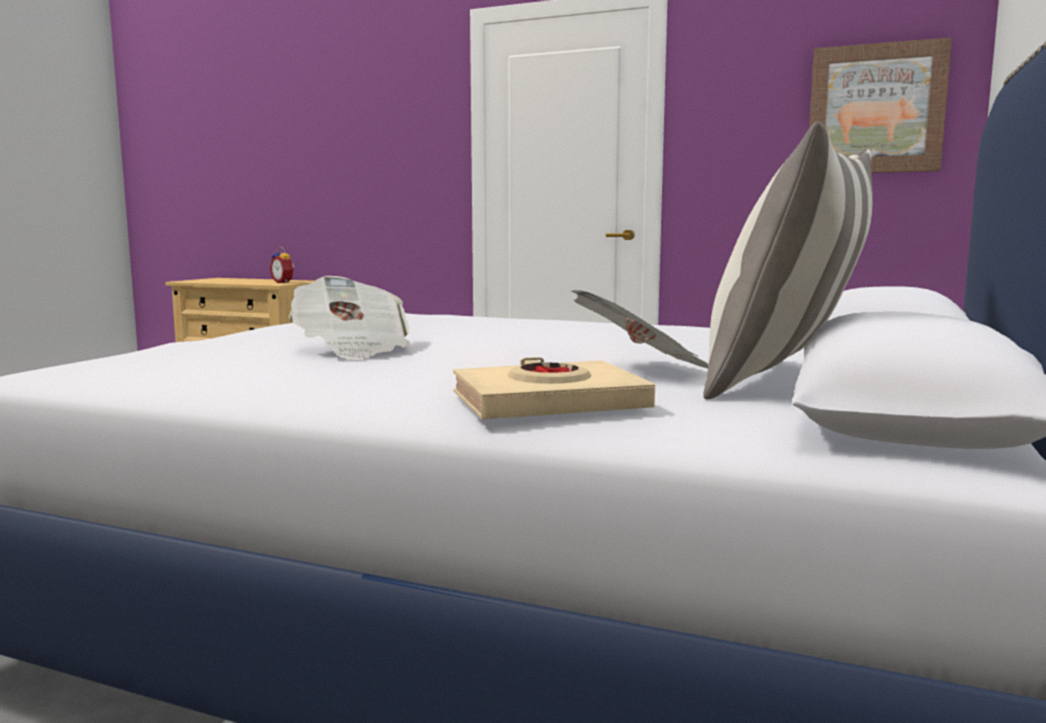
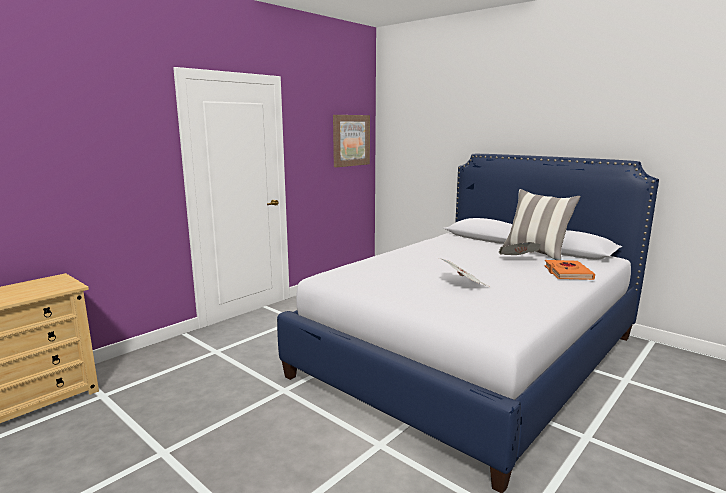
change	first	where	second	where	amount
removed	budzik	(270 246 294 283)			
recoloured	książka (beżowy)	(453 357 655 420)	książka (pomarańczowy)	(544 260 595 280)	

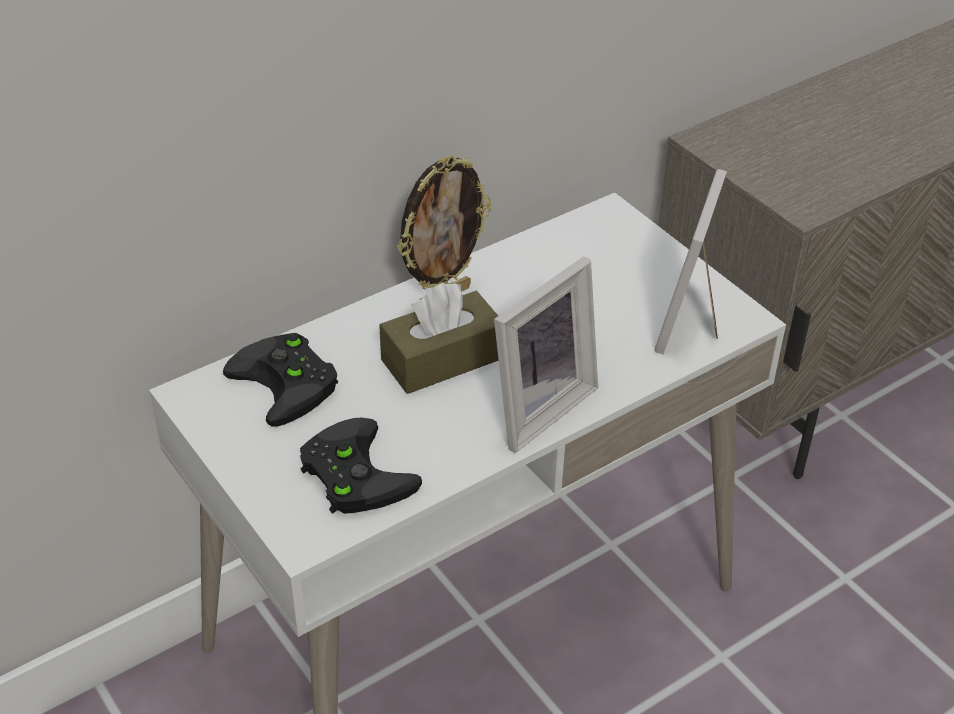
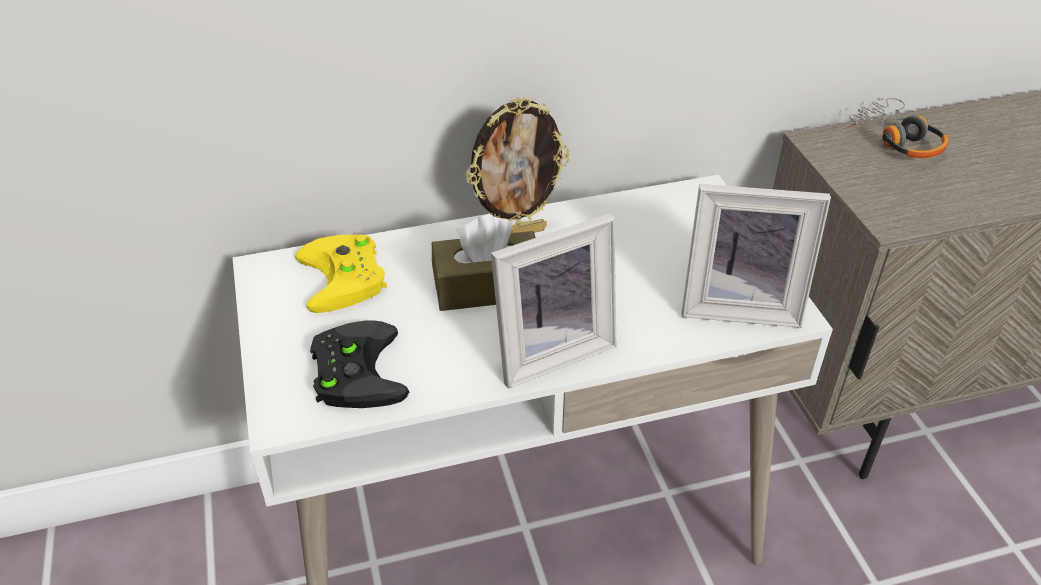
change	first	where	second	where	amount
added			słuchawki	(848 98 948 158)	
recoloured	pad do gier (czarny)	(223 333 338 427)	pad do gier (żółty)	(295 235 387 313)	
turned	ramka na zdjęcie	(655 169 727 355)		(681 184 831 328)	120 degrees counterclockwise

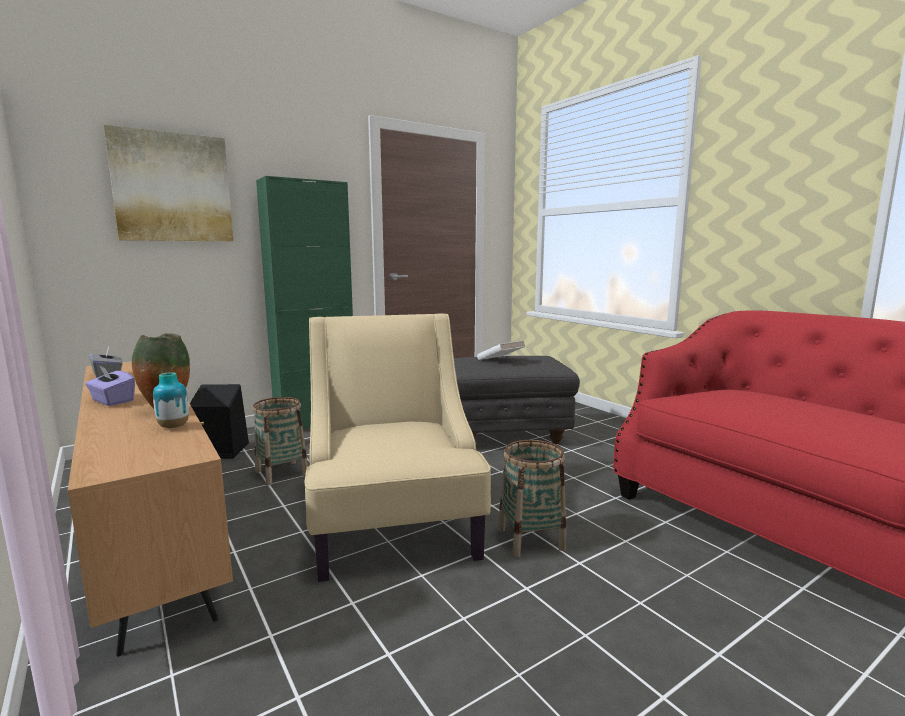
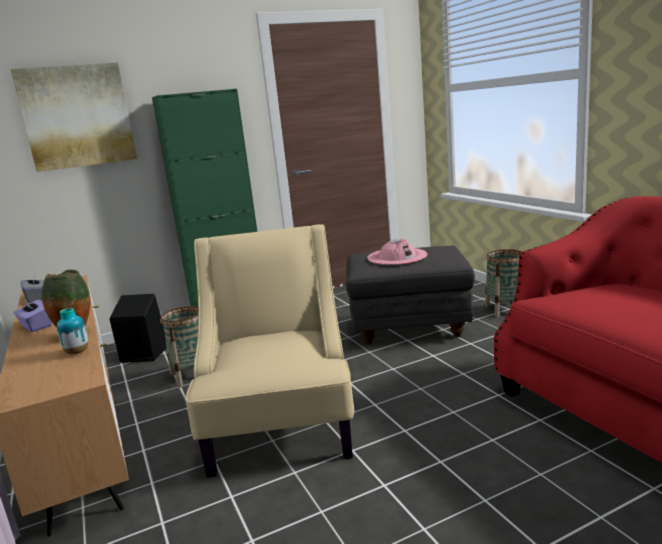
change	first	where	second	where	amount
moved	koszyk	(498 440 566 557)		(485 249 521 317)	
replaced	książka (biały)	(477 341 526 360)	kapelusz (różowy)	(367 239 427 265)	

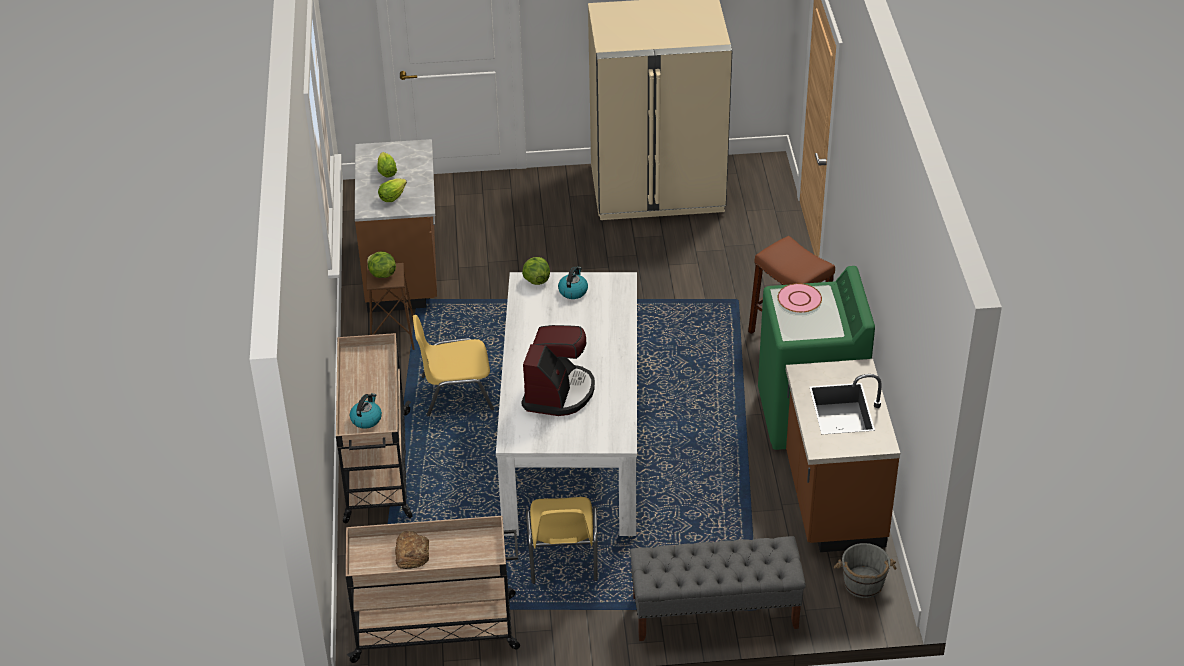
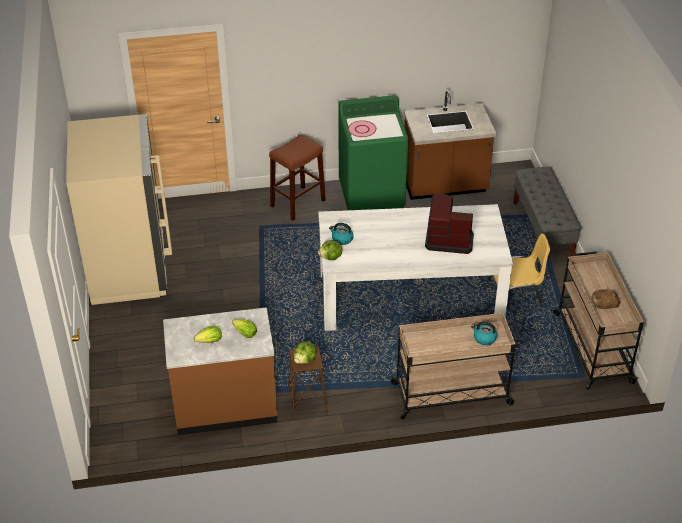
change	first	where	second	where	amount
removed	krzesło (żółty)	(413 315 494 416)			
removed	wiadro (szary)	(834 543 897 598)			

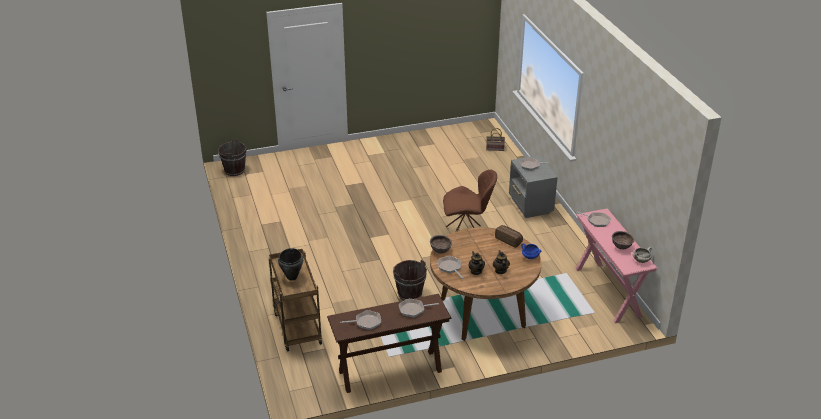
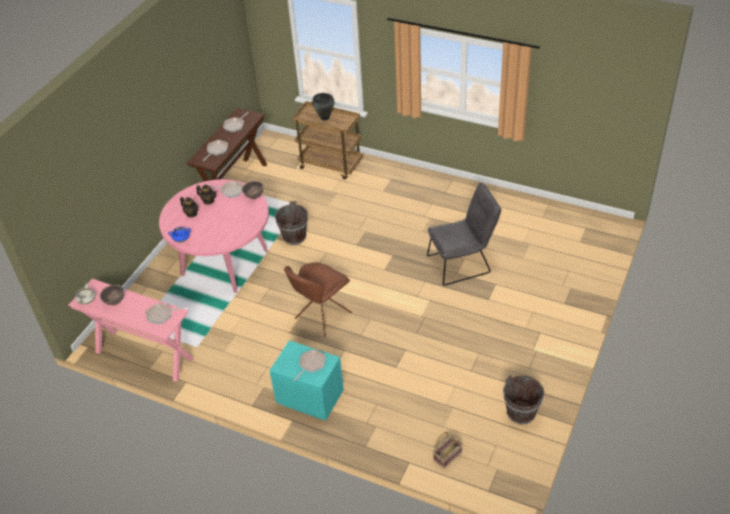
change	first	where	second	where	amount
removed	chleb	(495 225 523 248)			
added			krzesło (szary)	(427 183 501 286)	
moved	wiadro (brązowy)	(218 139 247 176)		(503 375 545 425)	
recoloured	stół jadalny (brązowy)	(430 227 541 341)	stół jadalny (różowy)	(159 179 269 293)	
recoloured	szafka nocna (szary)	(509 155 558 218)	szafka nocna (turkusowy)	(269 340 344 420)	

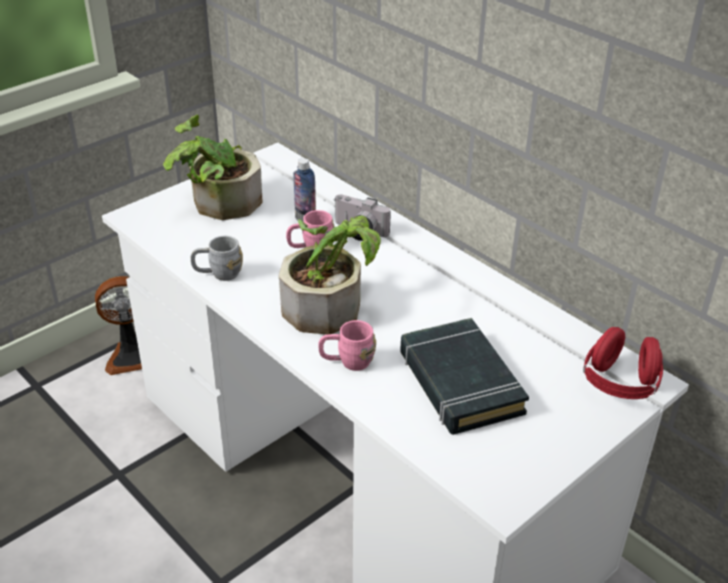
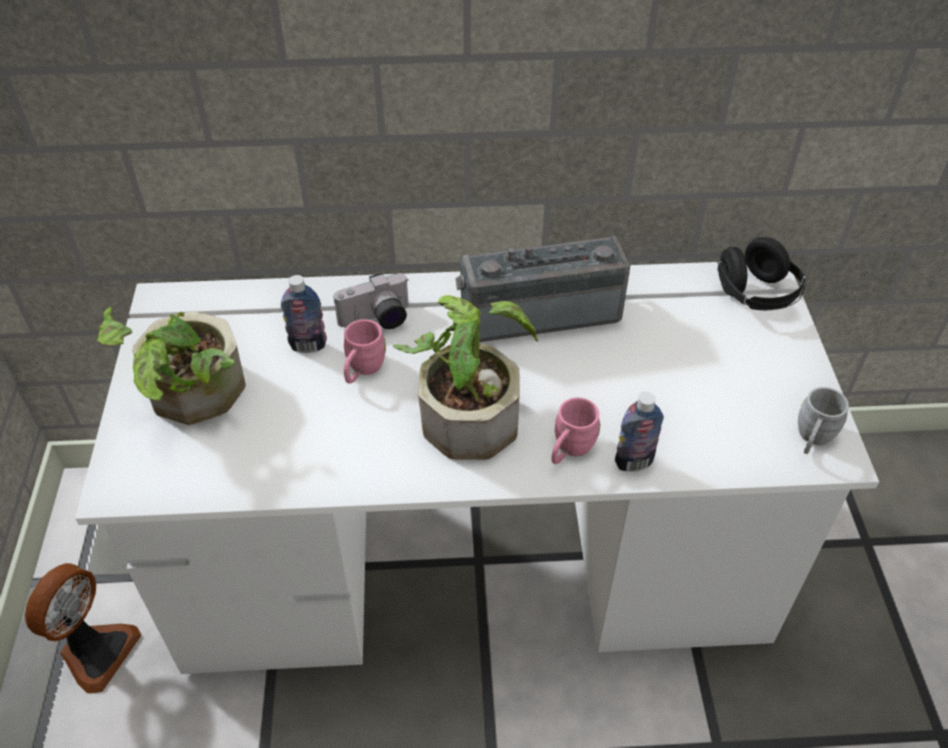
change	first	where	second	where	amount
removed	książka (czarny)	(400 318 529 435)			
added			radio	(455 236 630 342)	
added			butelka	(615 392 664 472)	
moved	kubek (szary)	(191 236 243 281)		(798 387 849 454)	
recoloured	słuchawki (czerwony)	(583 327 663 399)	słuchawki (czarny)	(717 237 806 310)	

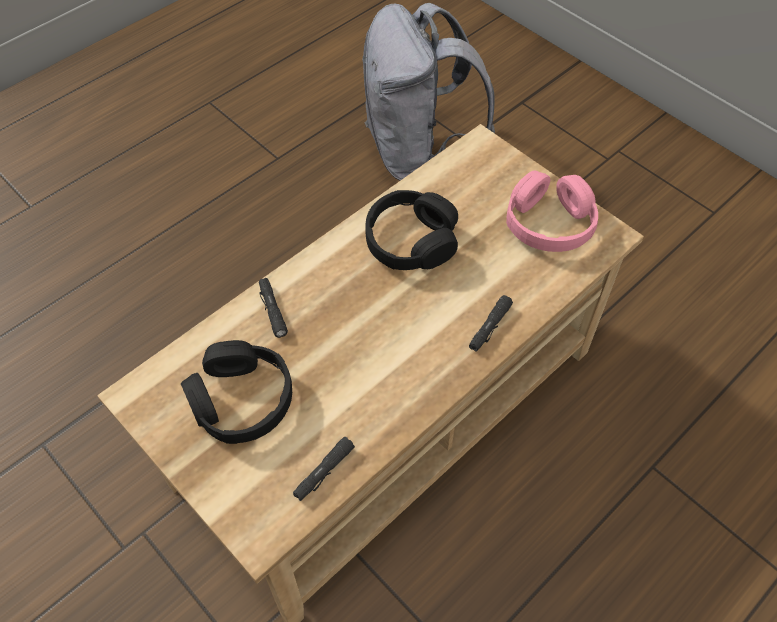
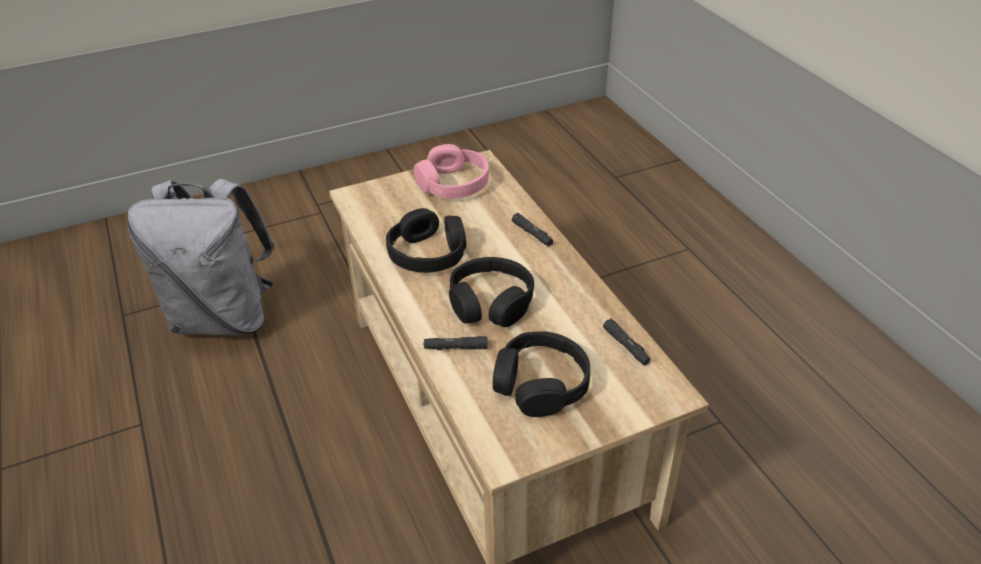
change	first	where	second	where	amount
added			słuchawki (czarny)	(449 257 534 327)	

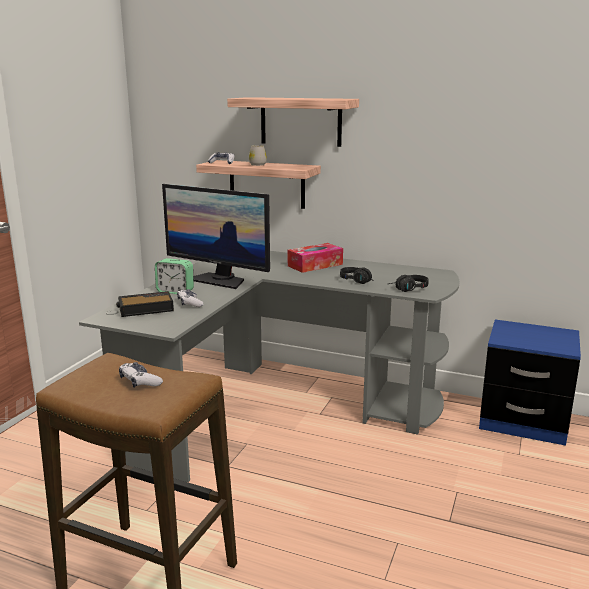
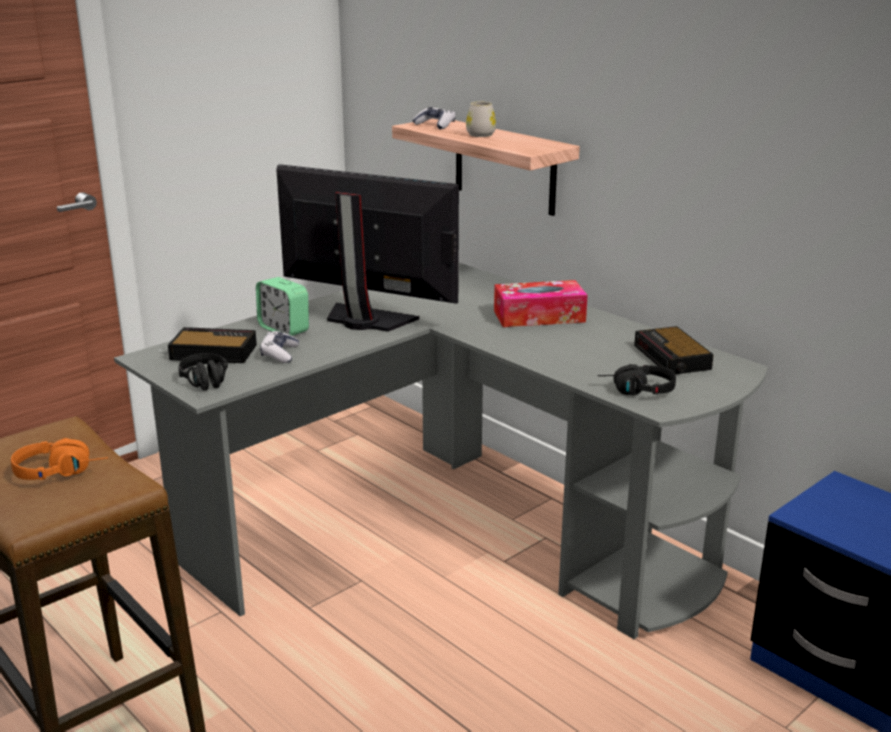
change	first	where	second	where	amount
removed	półka	(227 97 359 147)			
added			budzik	(634 326 714 374)	
moved	słuchawki (czarny)	(340 267 374 284)		(178 353 228 391)	
replaced	pad do gier	(119 362 163 388)	słuchawki (pomarańczowy)	(11 438 108 480)	
turned	monitor	(162 184 270 289)		(276 164 459 332)	150 degrees clockwise

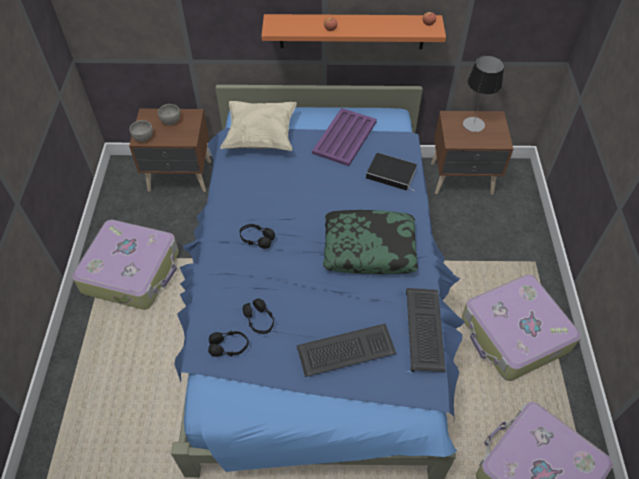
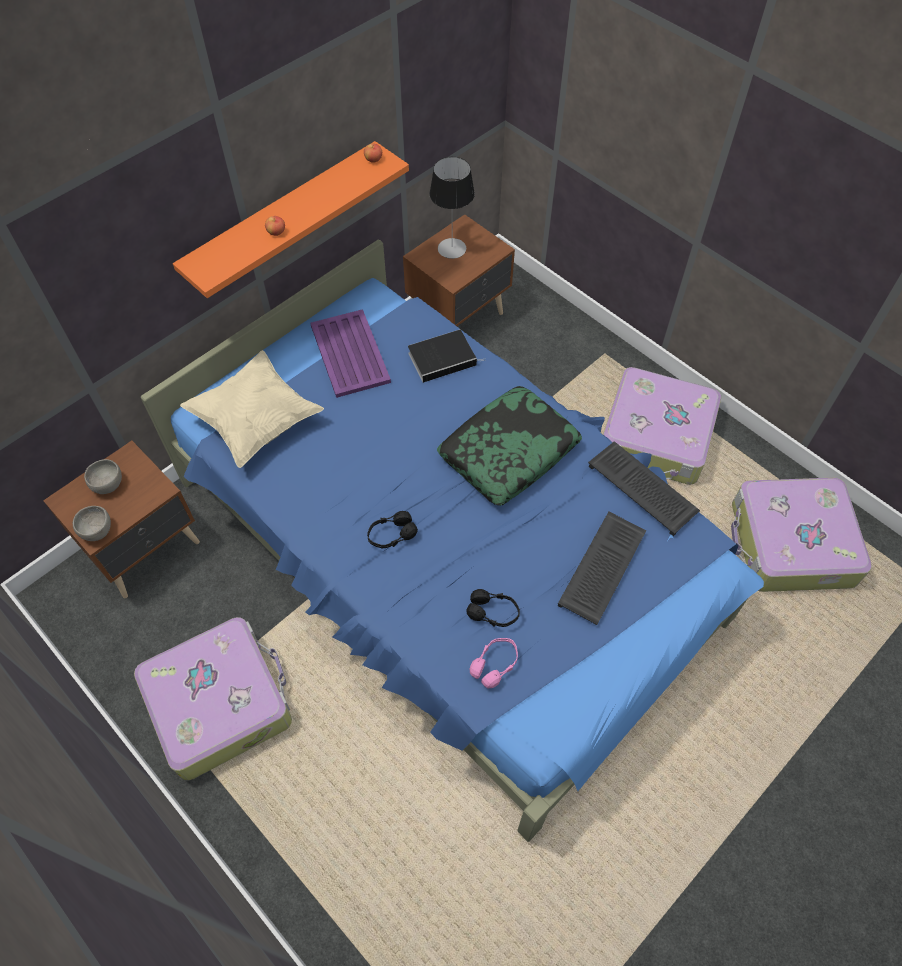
change	first	where	second	where	amount
recoloured	słuchawki (czarny)	(208 330 249 357)	słuchawki (różowy)	(469 638 518 689)	

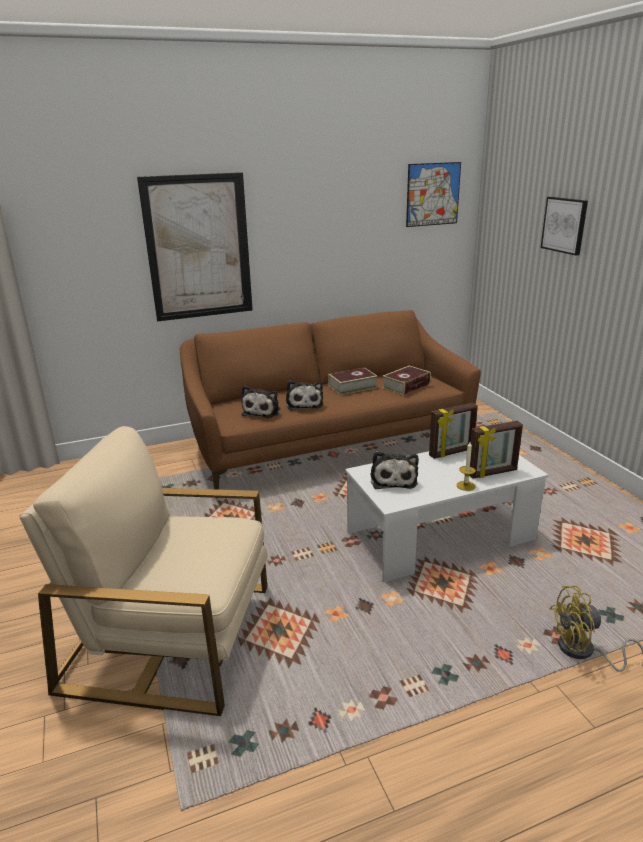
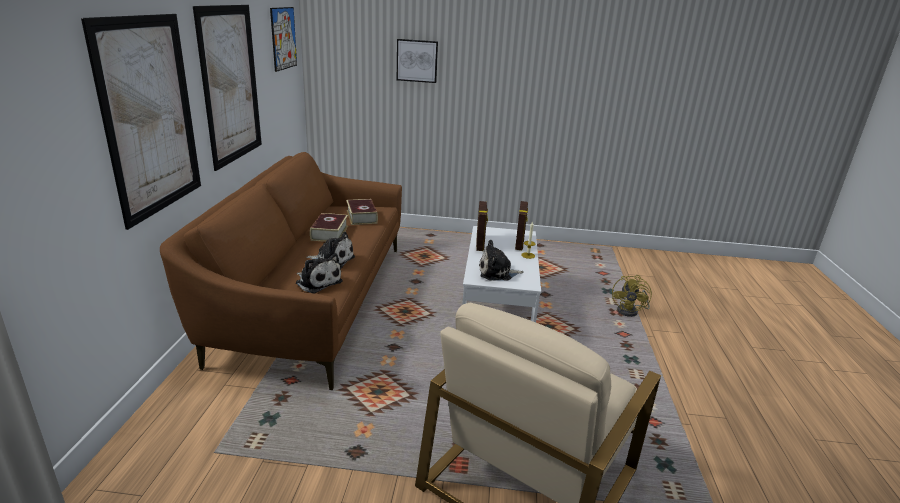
change	first	where	second	where	amount
added			obraz	(193 5 262 171)	
turned	pluszak	(371 451 419 489)		(479 240 524 281)	150 degrees clockwise

